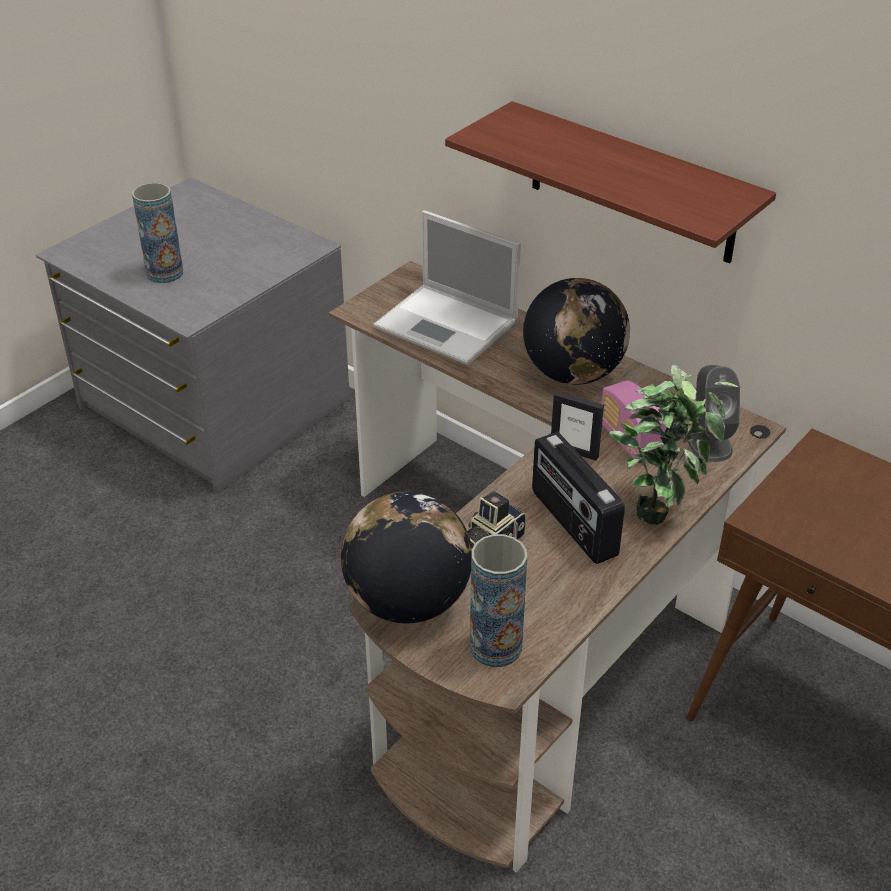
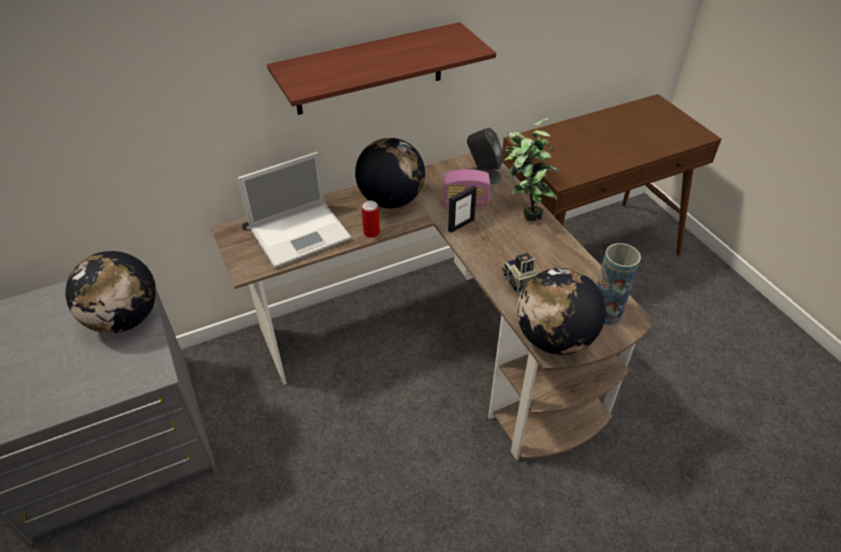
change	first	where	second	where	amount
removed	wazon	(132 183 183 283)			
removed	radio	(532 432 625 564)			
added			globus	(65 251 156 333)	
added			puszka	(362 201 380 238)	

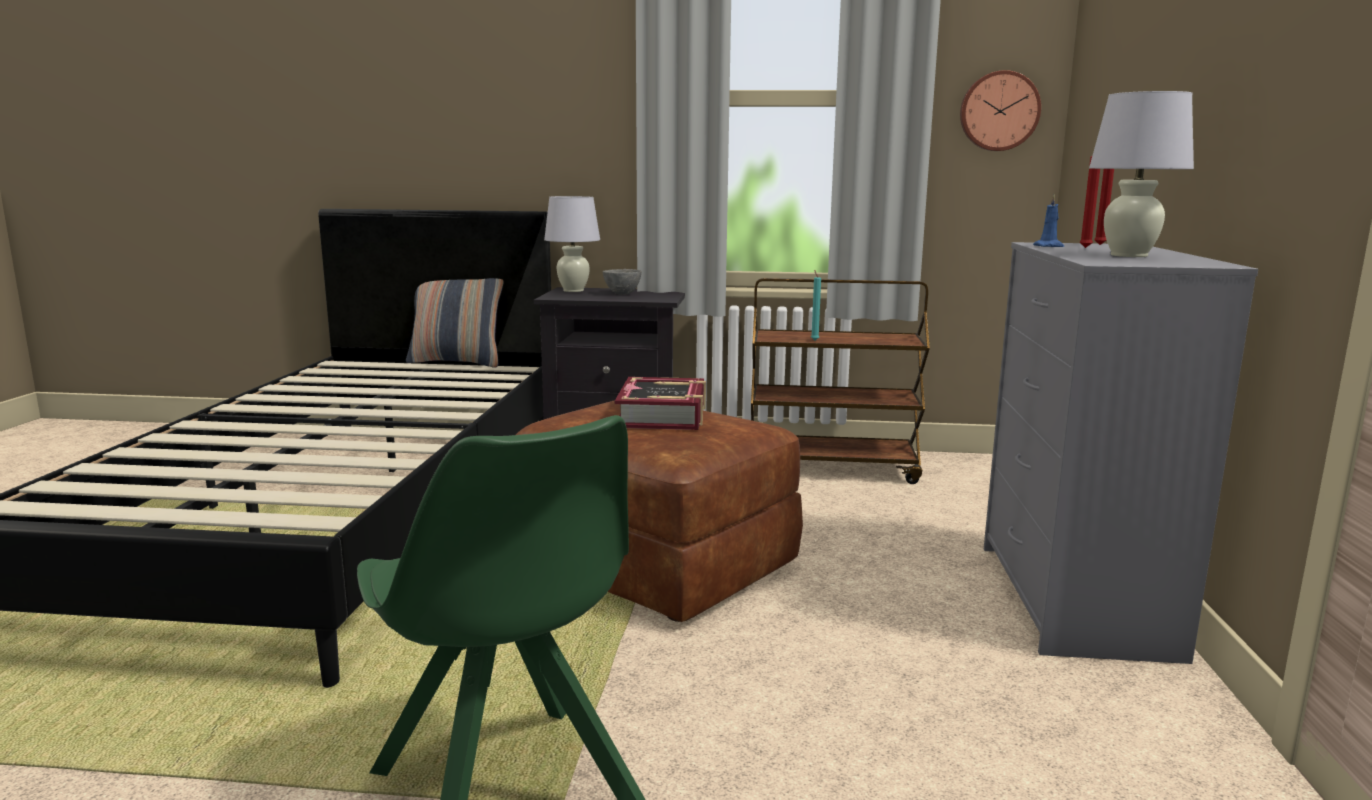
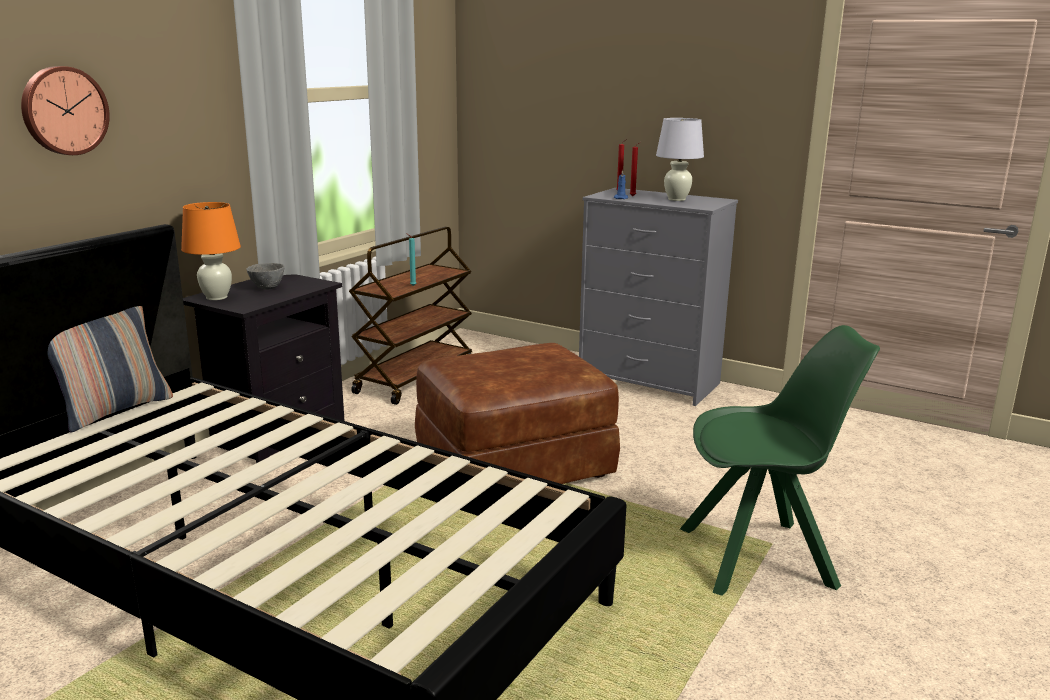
change	first	where	second	where	amount
removed	książka	(615 377 706 430)			
moved	zegar ścienny	(960 70 1041 151)		(21 66 110 155)	
recoloured	lampa stołowa (biały)	(544 196 600 292)	lampa stołowa (pomarańczowy)	(181 202 241 300)	

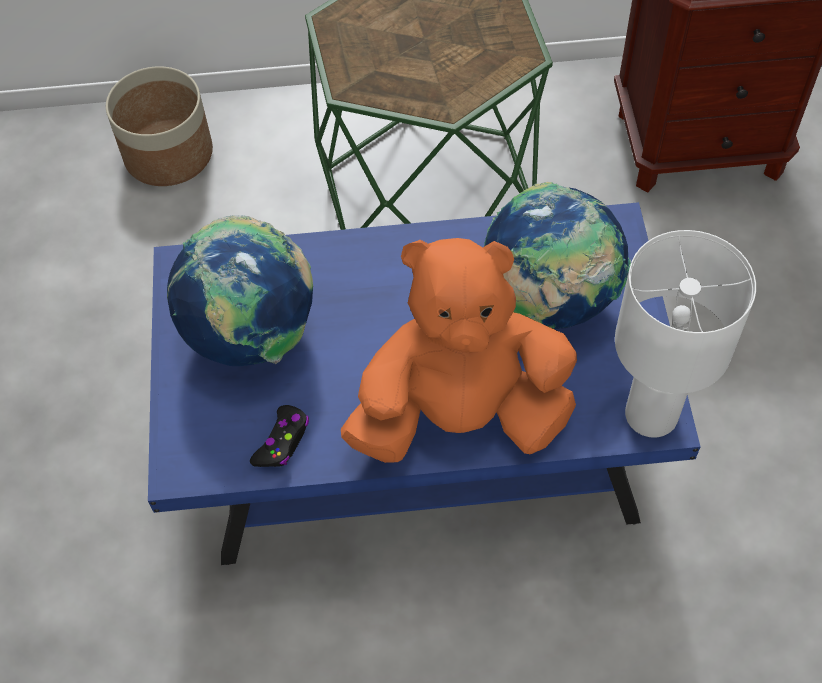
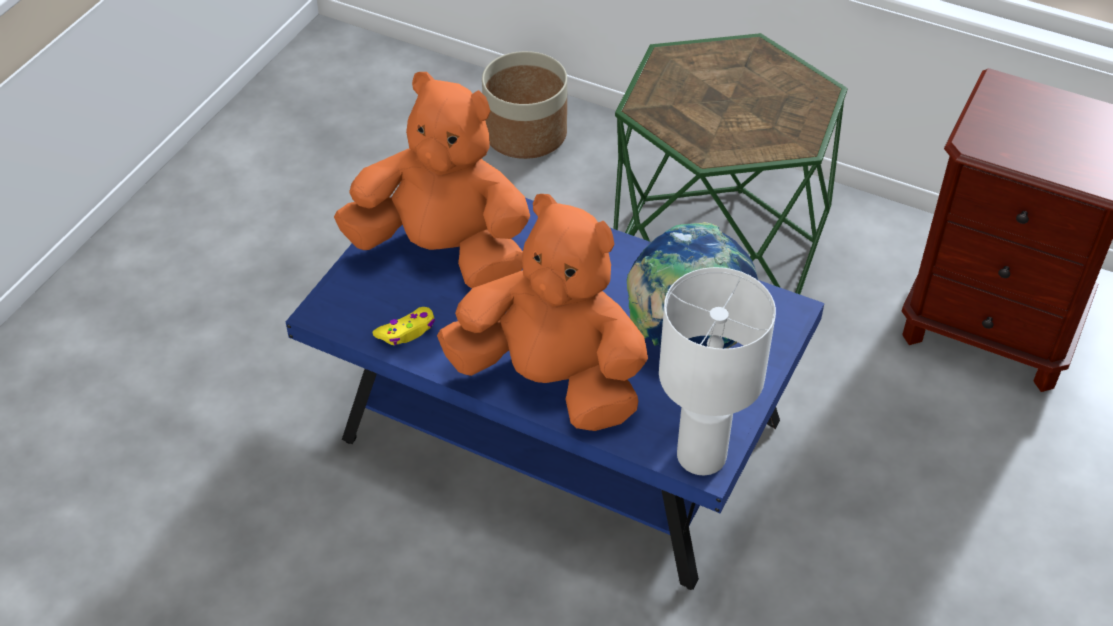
change	first	where	second	where	amount
replaced	globus	(167 215 313 366)	pluszak (pomarańczowy)	(334 72 530 288)	
recoloured	pad do gier (czarny)	(250 405 309 467)	pad do gier (żółty)	(372 307 435 345)	

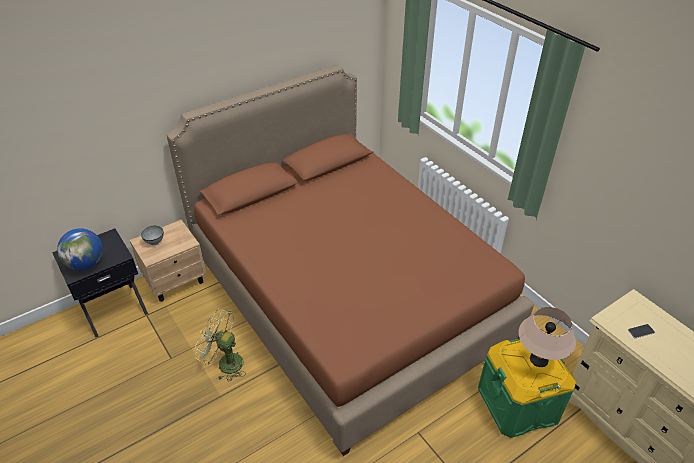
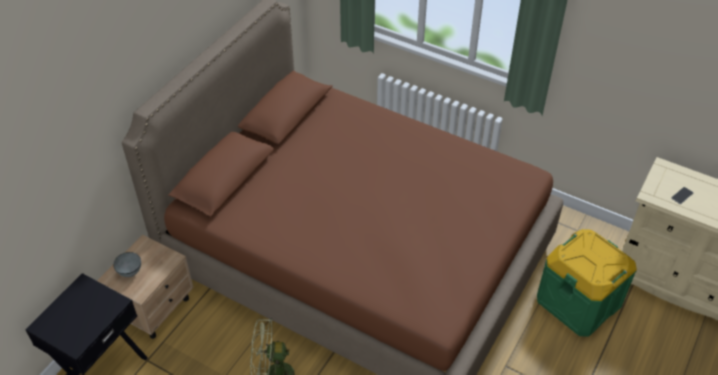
change	first	where	second	where	amount
removed	globus	(57 229 103 270)			
removed	lampa stołowa (beżowy)	(518 307 576 367)			

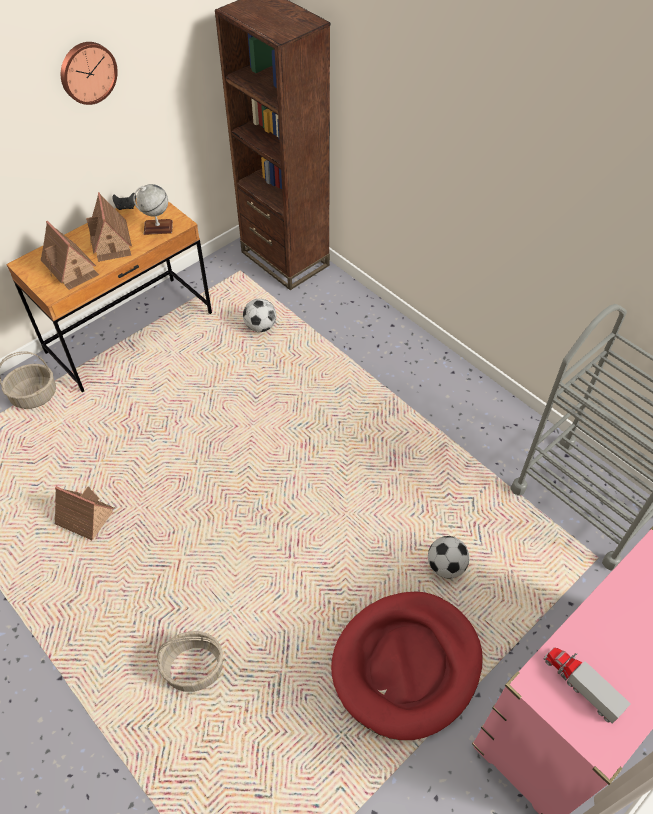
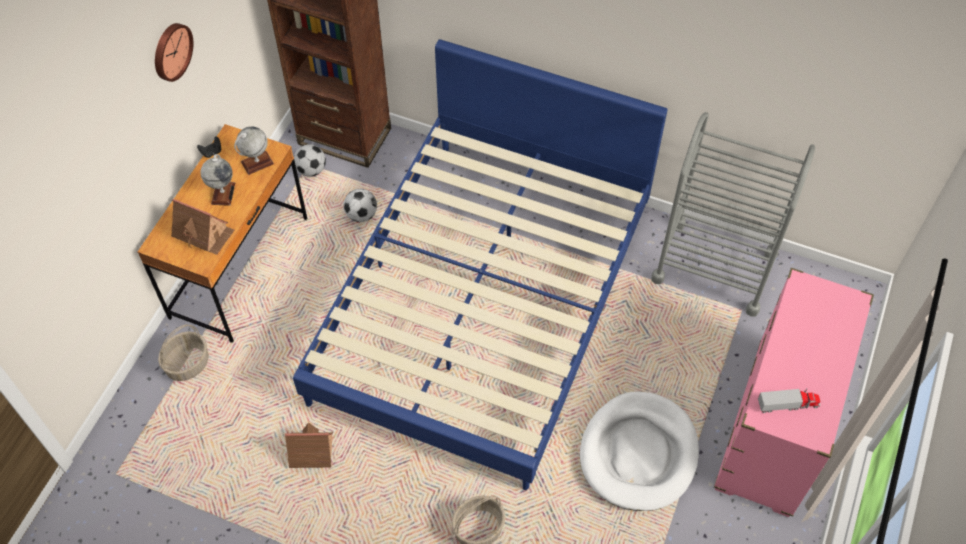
change	first	where	second	where	amount
added			łóżko (niebieski)	(293 39 668 490)	
moved	piłka futbolowa	(428 536 470 578)		(294 144 326 177)	
replaced	domek	(86 192 132 262)	globus	(201 154 235 206)	
recoloured	legowisko (czerwony)	(331 592 482 740)	legowisko (biały)	(580 392 699 511)	
turned	ciężarówka zabawkowa	(544 647 631 724)		(758 388 821 413)	150 degrees clockwise

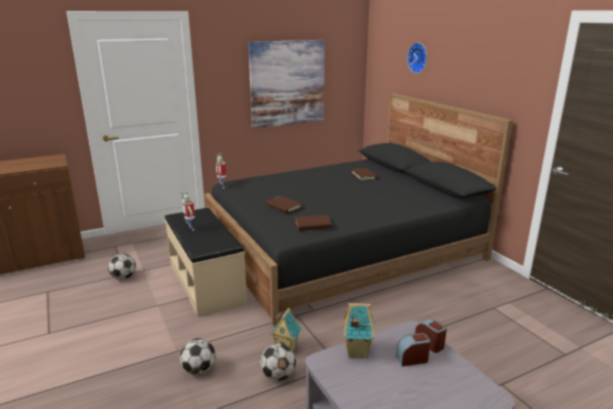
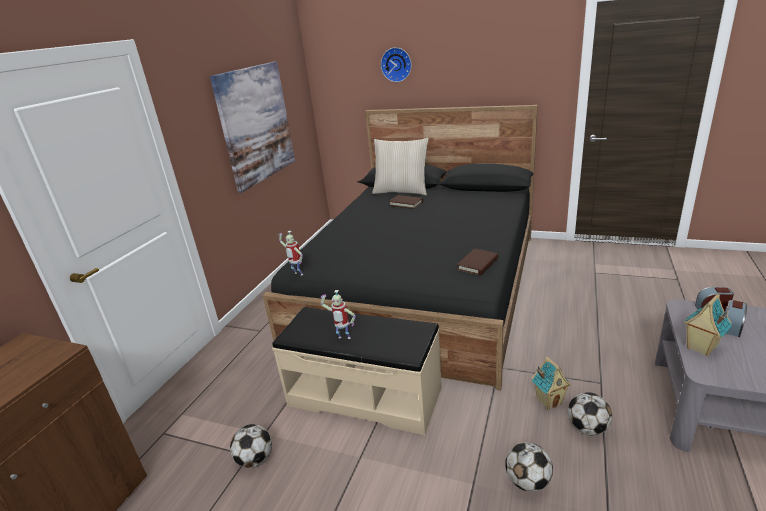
change	first	where	second	where	amount
removed	książka (brązowy)	(266 196 302 213)			
added			poduszka (beżowy)	(372 138 429 195)	

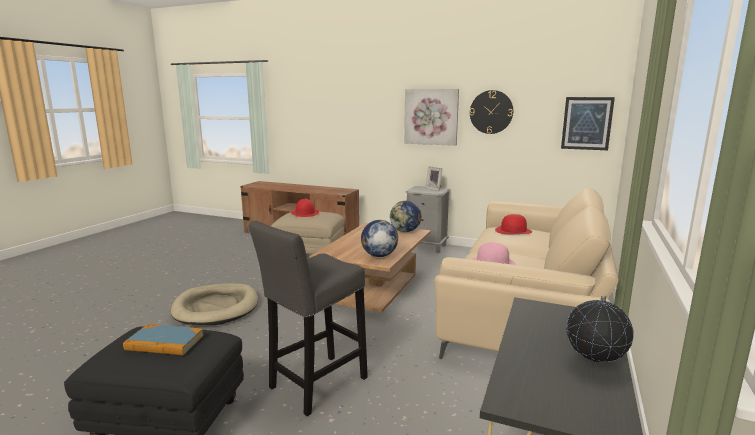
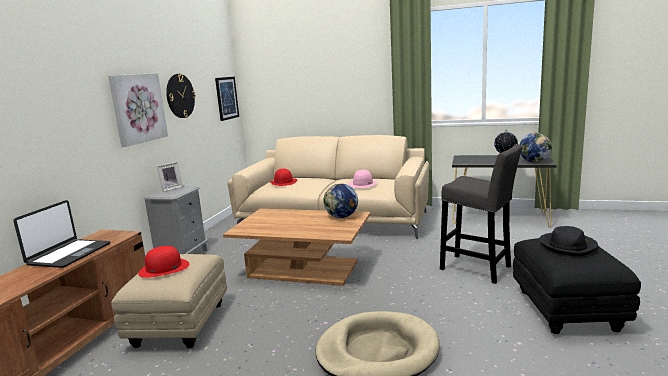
change	first	where	second	where	amount
added			laptop	(13 200 111 268)	
moved	globus	(390 201 422 232)		(519 133 552 163)	
replaced	książka	(123 324 204 355)	kapelusz (czarny)	(539 226 598 256)	

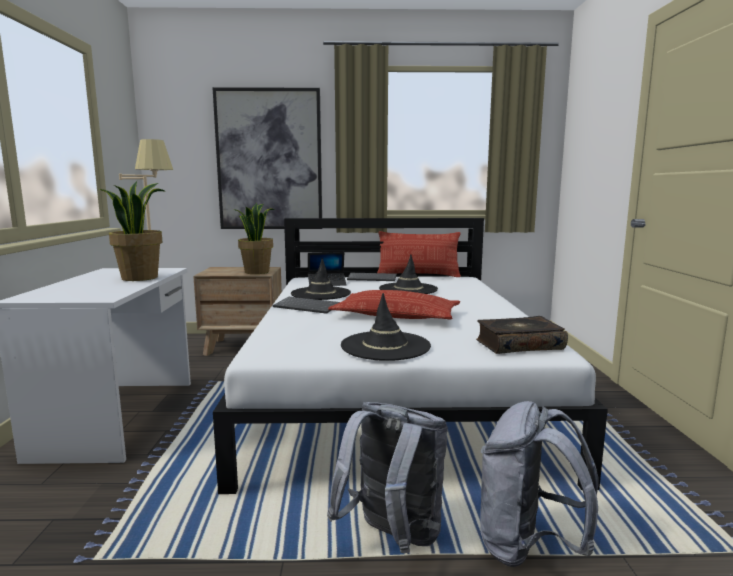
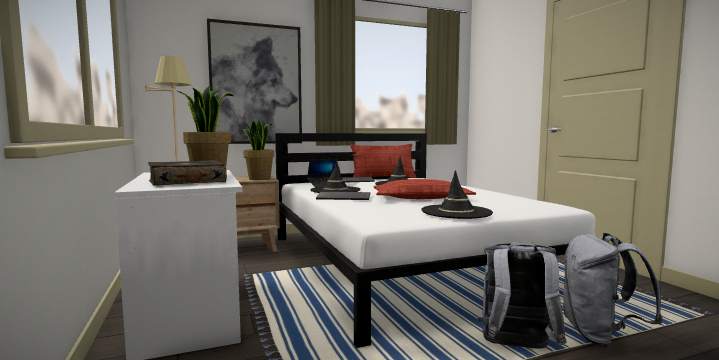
change	first	where	second	where	amount
moved	książka	(476 316 568 354)		(148 160 227 186)	

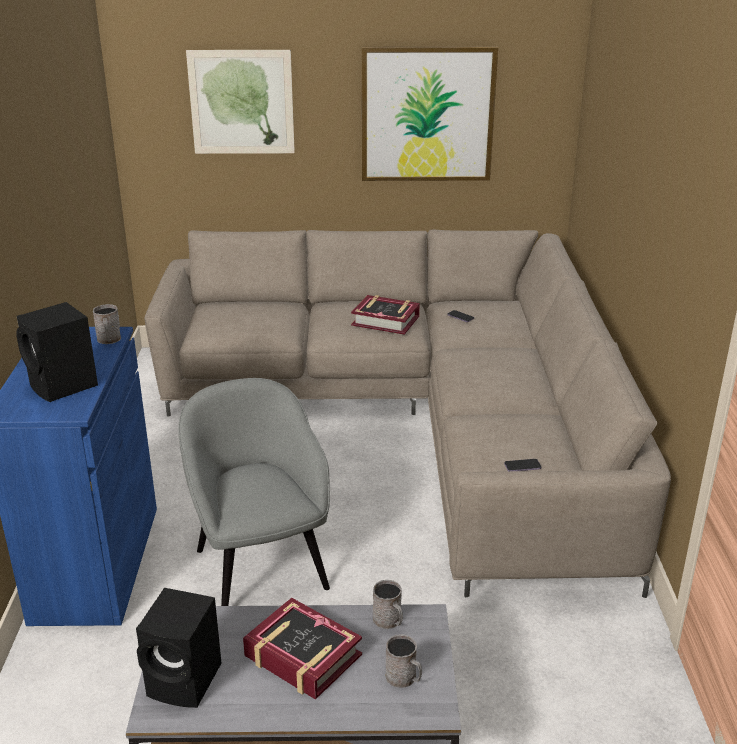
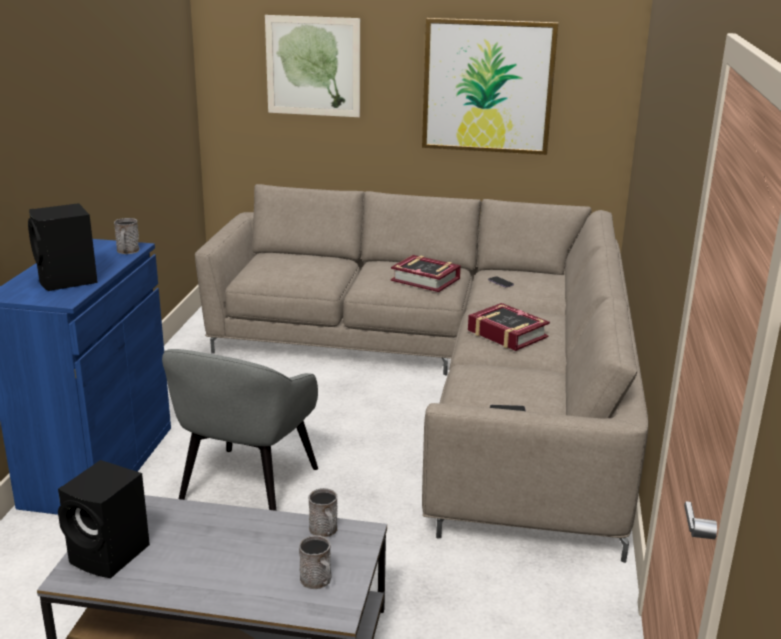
change	first	where	second	where	amount
moved	książka	(243 598 362 700)		(468 303 550 351)	
turned	fotel (szary)	(178 378 330 606)		(162 349 318 511)	150 degrees counterclockwise

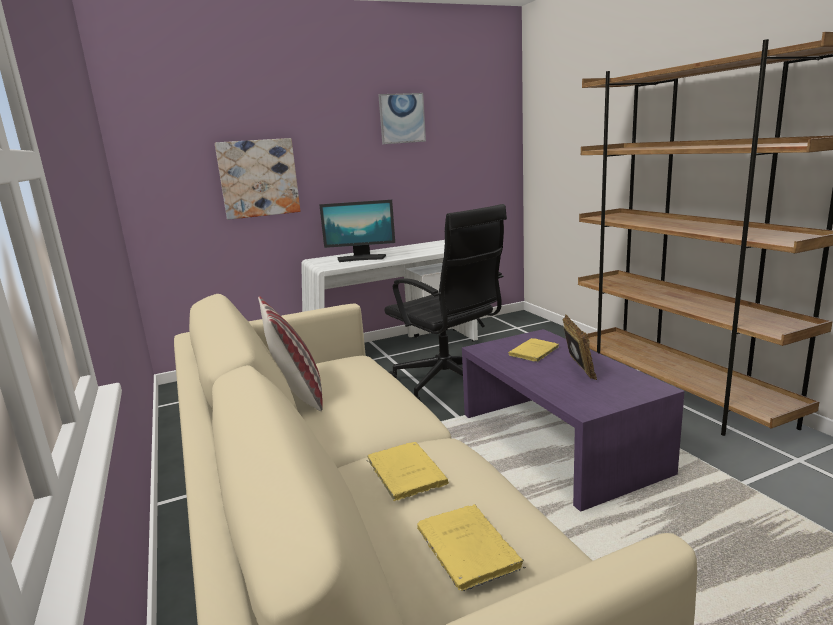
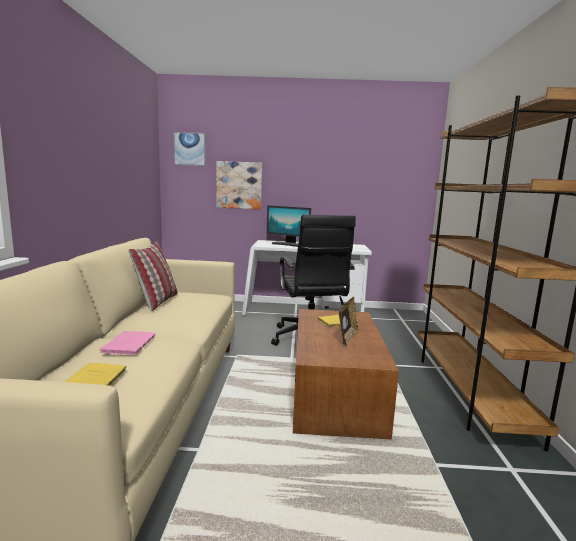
change	first	where	second	where	amount
moved	obraz	(378 93 426 144)		(173 132 206 166)	
recoloured	książka (żółty)	(367 442 449 501)	książka (różowy)	(99 331 155 355)	
recoloured	ława (fioletowy)	(462 329 685 512)	ława (brązowy)	(293 309 399 439)	

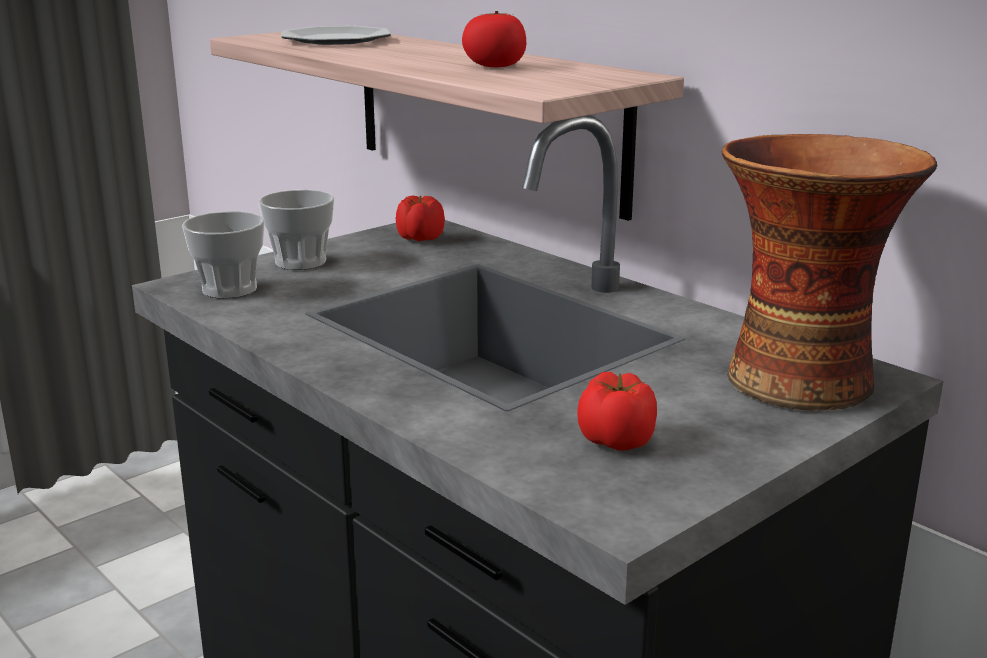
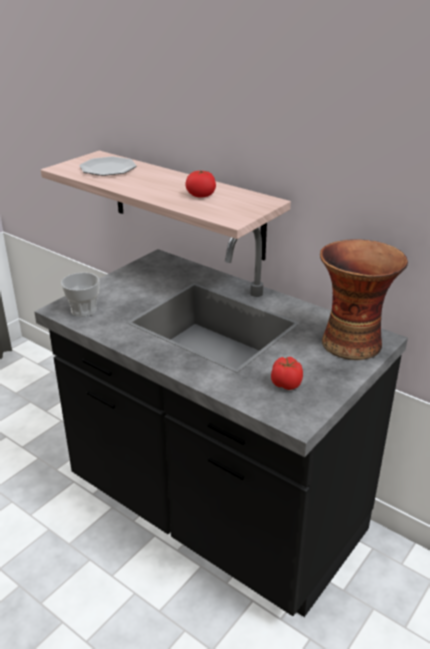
change	first	where	second	where	amount
removed	filiżanka	(258 190 334 270)			
removed	pomidor	(396 195 445 241)			

